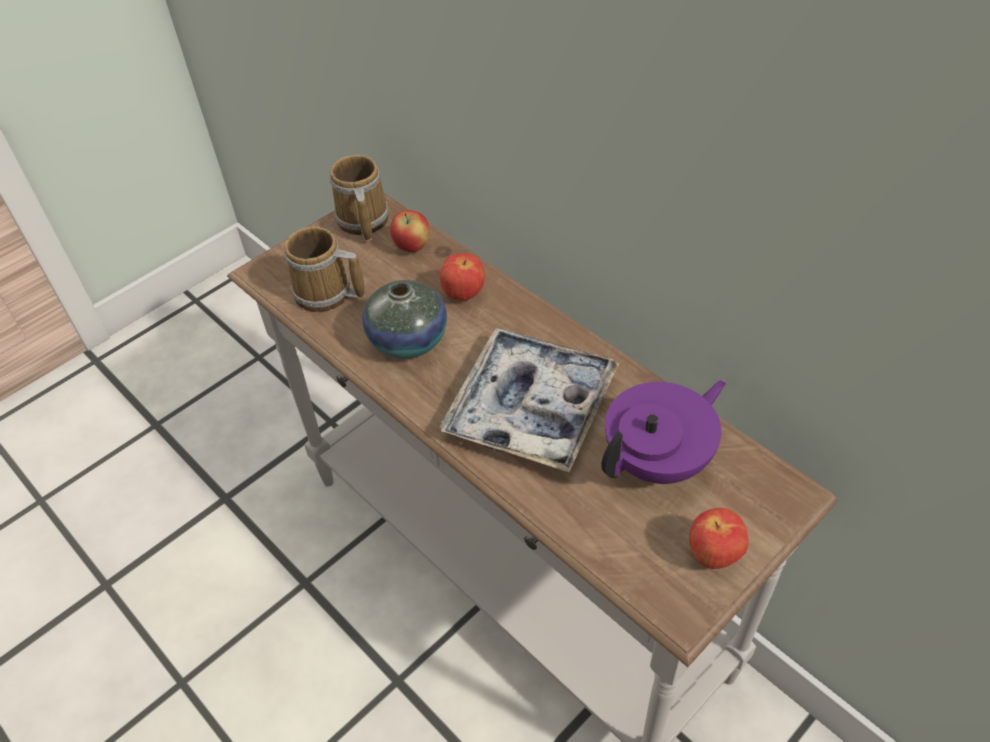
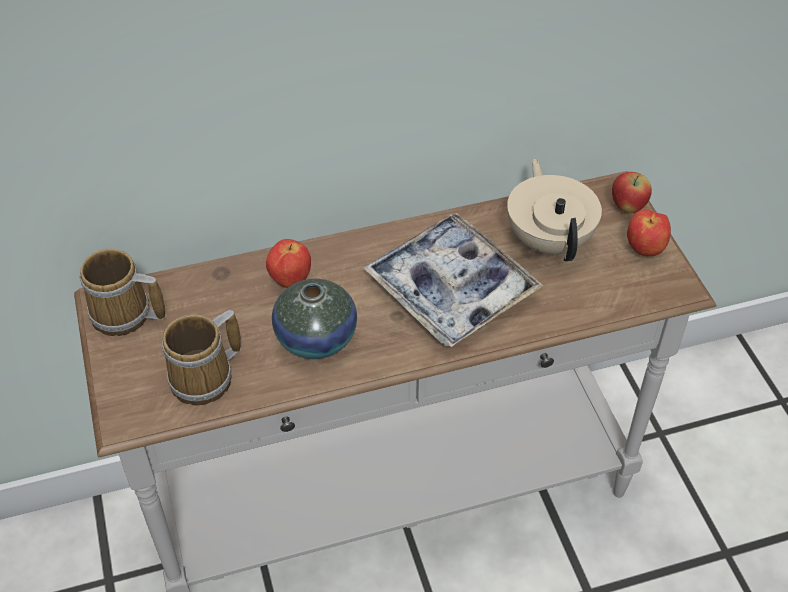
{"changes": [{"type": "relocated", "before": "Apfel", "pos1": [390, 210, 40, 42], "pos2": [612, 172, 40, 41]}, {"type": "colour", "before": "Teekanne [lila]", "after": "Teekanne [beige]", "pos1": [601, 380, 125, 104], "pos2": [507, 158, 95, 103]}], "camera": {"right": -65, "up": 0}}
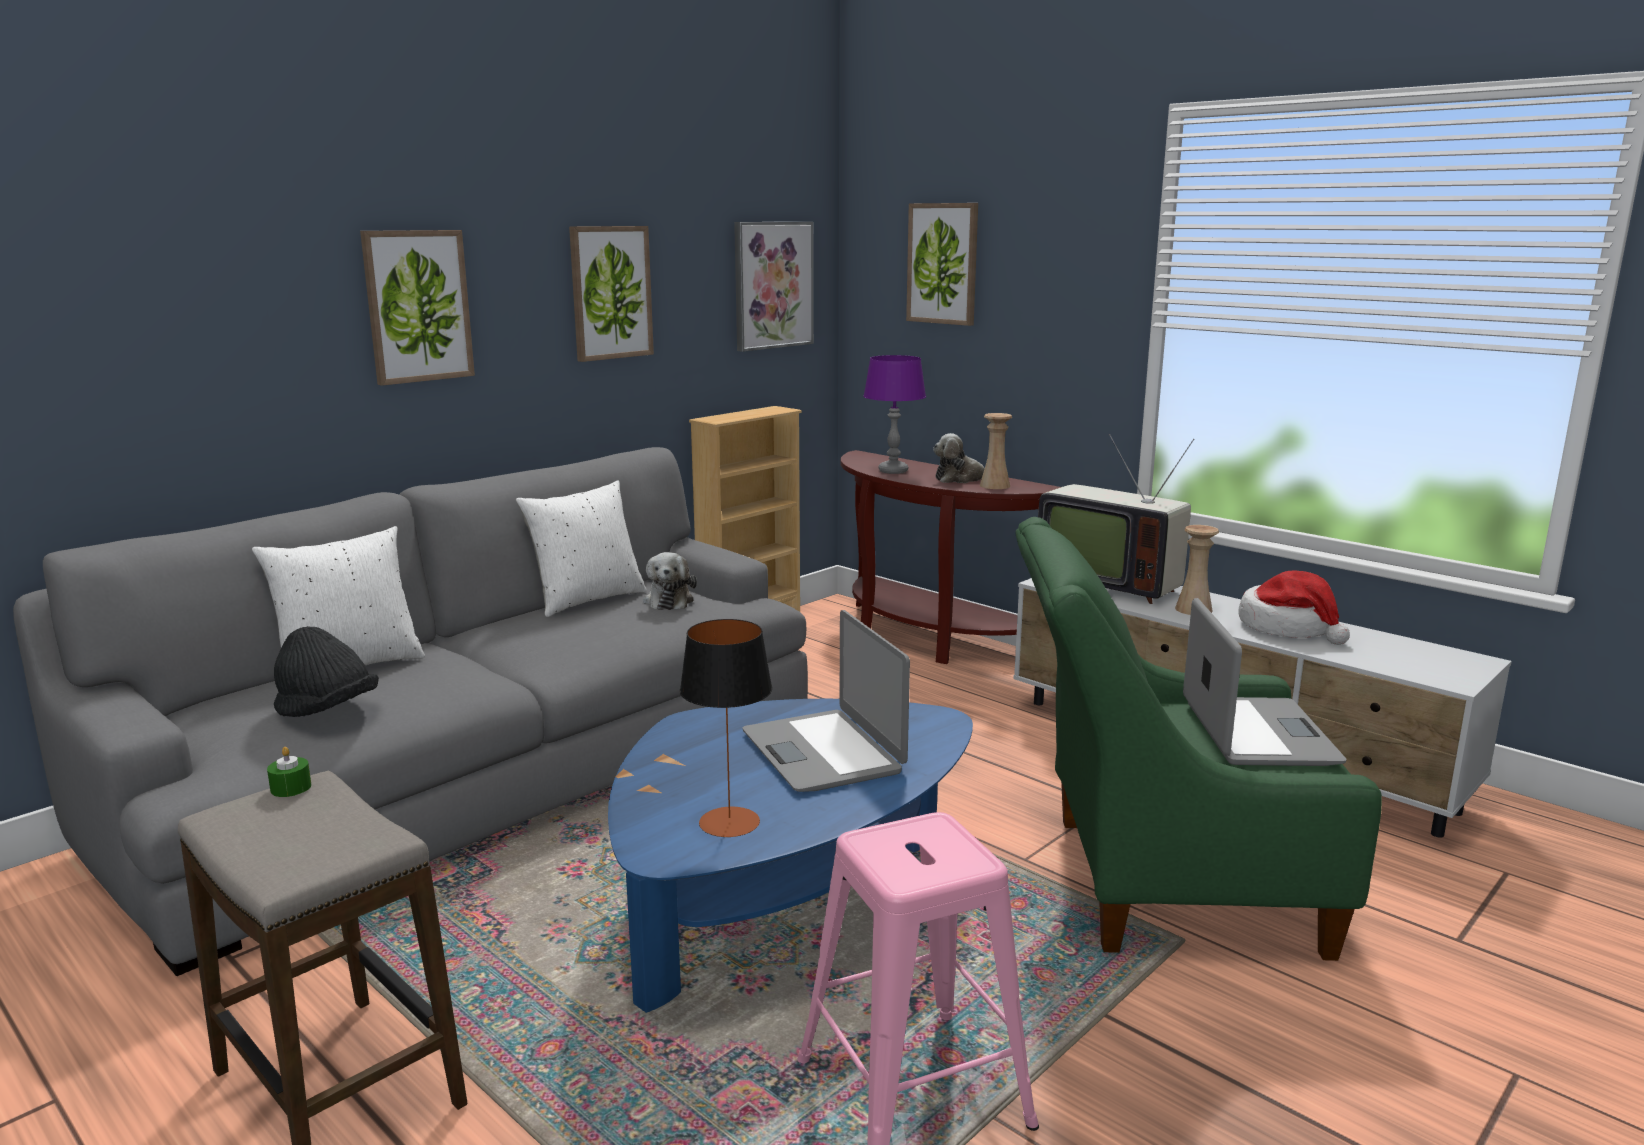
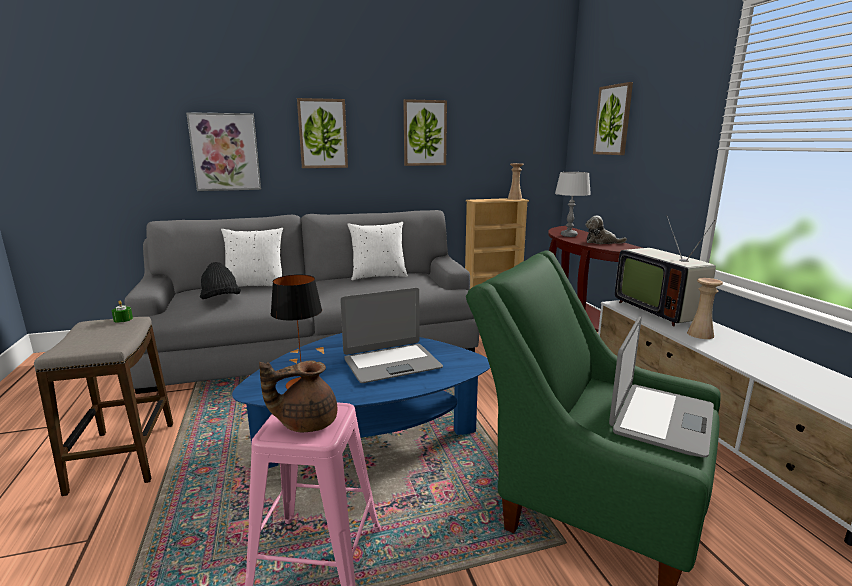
{"changes": [{"type": "relocated", "before": "Bild", "pos1": [734, 222, 80, 130], "pos2": [186, 112, 75, 79]}, {"type": "colour", "before": "Tischlampe [lila]", "after": "Tischlampe [grau]", "pos1": [863, 355, 63, 119], "pos2": [555, 172, 36, 65]}, {"type": "relocated", "before": "Vase [beige]", "pos1": [980, 413, 32, 76], "pos2": [508, 163, 16, 37]}, {"type": "missing", "before": "Plüschtier", "pos1": [643, 552, 54, 58]}, {"type": "missing", "before": "Hut", "pos1": [1238, 570, 112, 75]}, {"type": "spun", "before": "Laptop", "pos1": [742, 610, 168, 182], "pos2": [340, 288, 103, 95], "turn": -120}, {"type": "appeared", "after": "Teekanne [braun]", "pos2": [259, 361, 78, 71]}], "camera": {"right": 30, "up": 0}}
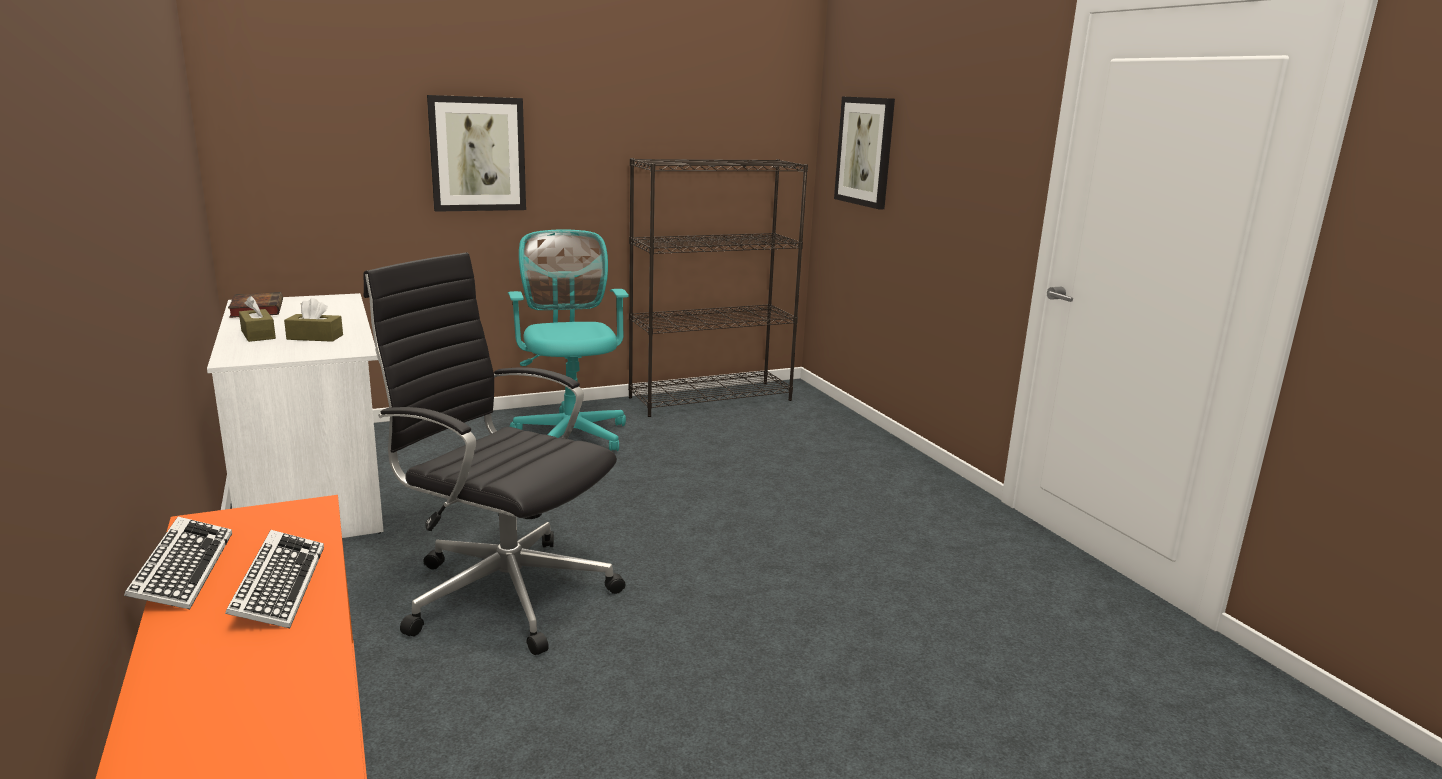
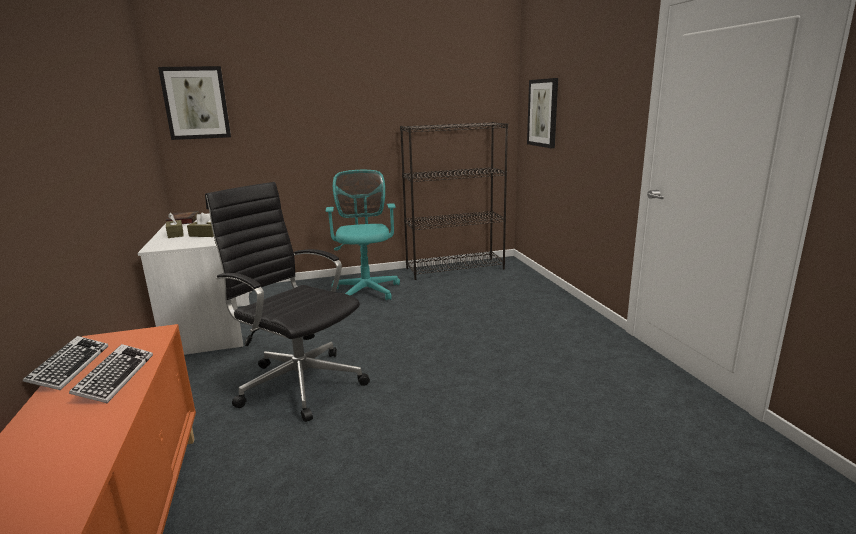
{"changes": [{"type": "relocated", "before": "Bild", "pos1": [427, 95, 99, 117], "pos2": [158, 66, 73, 74]}], "camera": {"right": 10, "up": 0}}
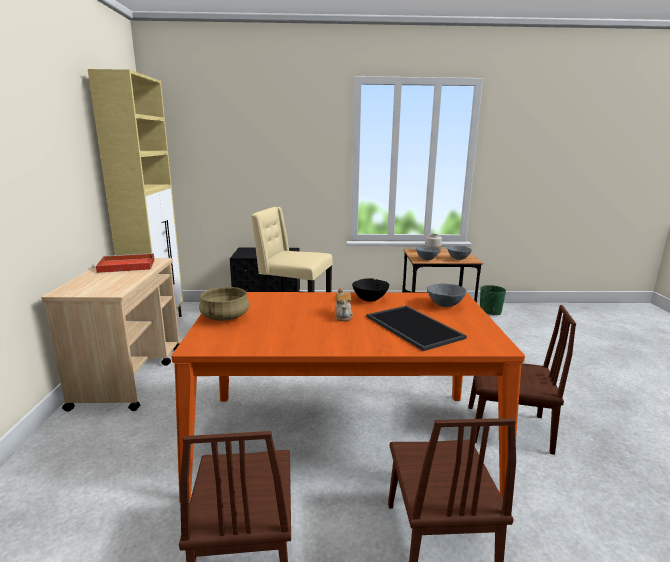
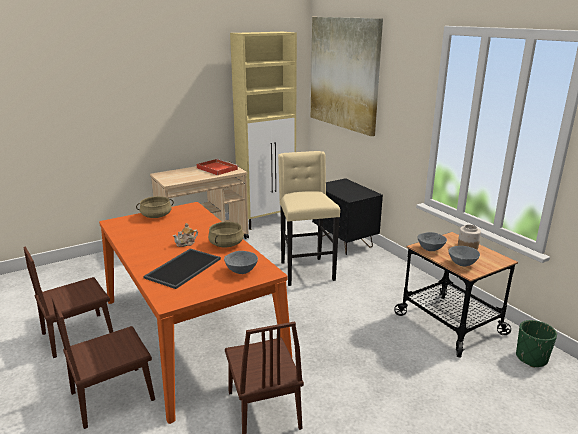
{"changes": [{"type": "exchanged", "before": "Schüssel [schwarz]", "after": "Kochtopf [beige]", "pos1": [352, 278, 37, 24], "pos2": [208, 222, 36, 25]}, {"type": "appeared", "after": "Bild", "pos2": [311, 17, 72, 119]}], "camera": {"right": 60, "up": 5}}
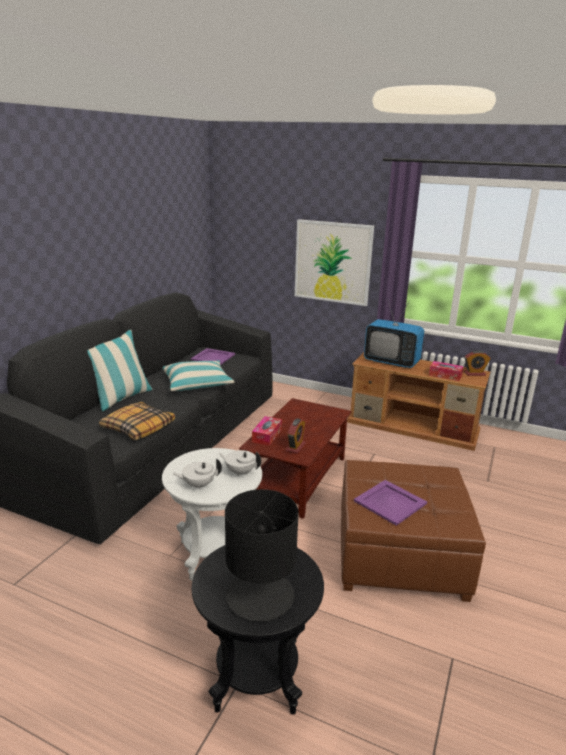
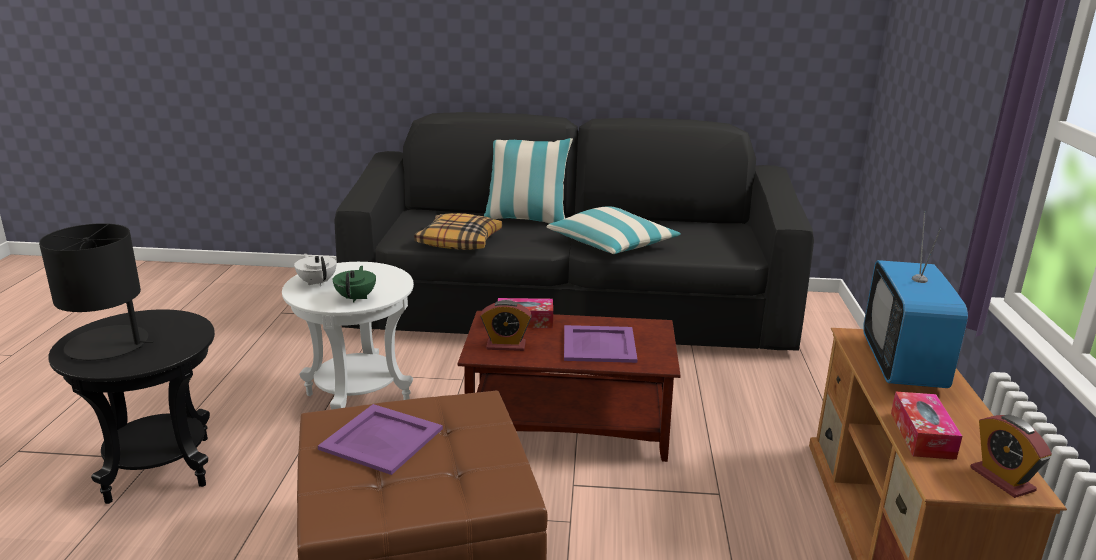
{"changes": [{"type": "missing", "before": "Bild", "pos1": [295, 219, 79, 87]}, {"type": "relocated", "before": "Tablett [lila]", "pos1": [191, 348, 44, 17], "pos2": [564, 325, 74, 38]}, {"type": "colour", "before": "Teekanne [weiß]", "after": "Teekanne [grün]", "pos1": [218, 450, 43, 26], "pos2": [333, 266, 43, 37]}], "camera": {"right": 70, "up": 0}}
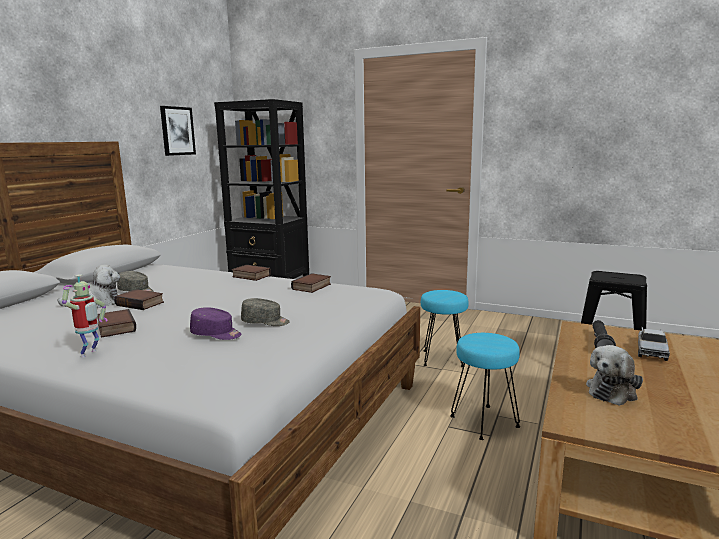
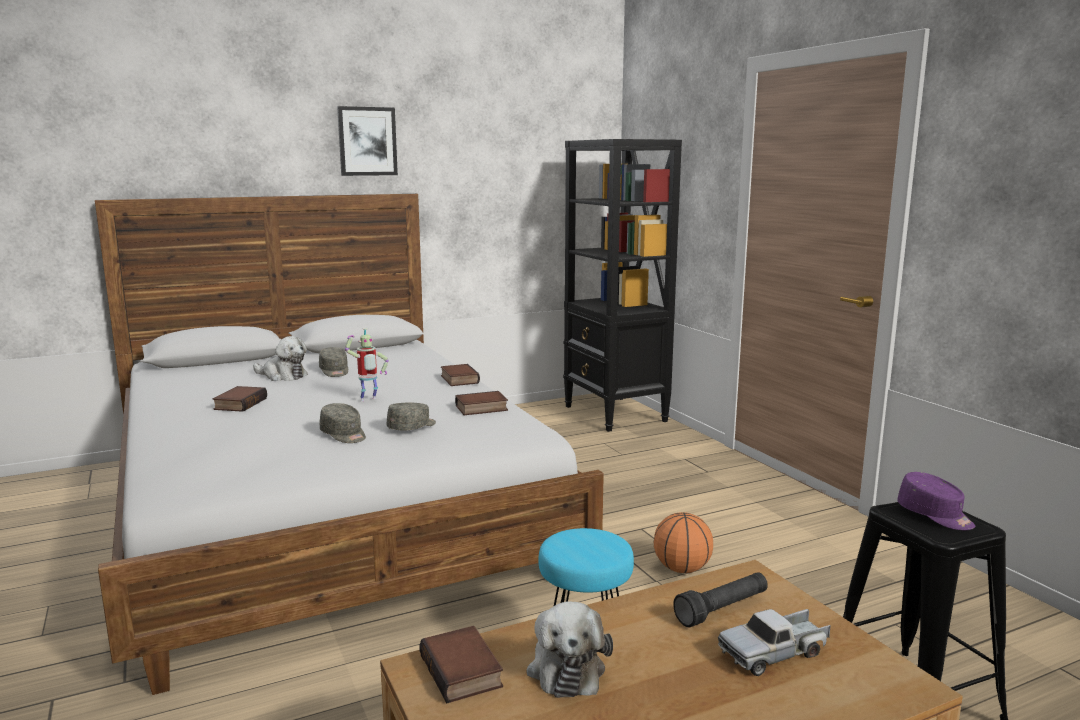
{"changes": [{"type": "relocated", "before": "Bild", "pos1": [160, 106, 36, 50], "pos2": [337, 106, 61, 70]}, {"type": "relocated", "before": "Spielzeugroboter", "pos1": [62, 274, 45, 84], "pos2": [345, 328, 44, 73]}, {"type": "relocated", "before": "Buch", "pos1": [114, 289, 50, 21], "pos2": [419, 626, 84, 78]}, {"type": "exchanged", "before": "Hocker [türkis]", "after": "Basketball", "pos1": [421, 290, 48, 77], "pos2": [654, 512, 59, 61]}, {"type": "relocated", "before": "Kappe [lila]", "pos1": [190, 307, 52, 33], "pos2": [898, 472, 77, 58]}, {"type": "spun", "before": "Plüschtier", "pos1": [586, 345, 57, 61], "pos2": [526, 602, 87, 96], "turn": -90}, {"type": "appeared", "after": "Kappe [grau]", "pos2": [387, 403, 49, 27]}], "camera": {"right": 40, "up": 0}}
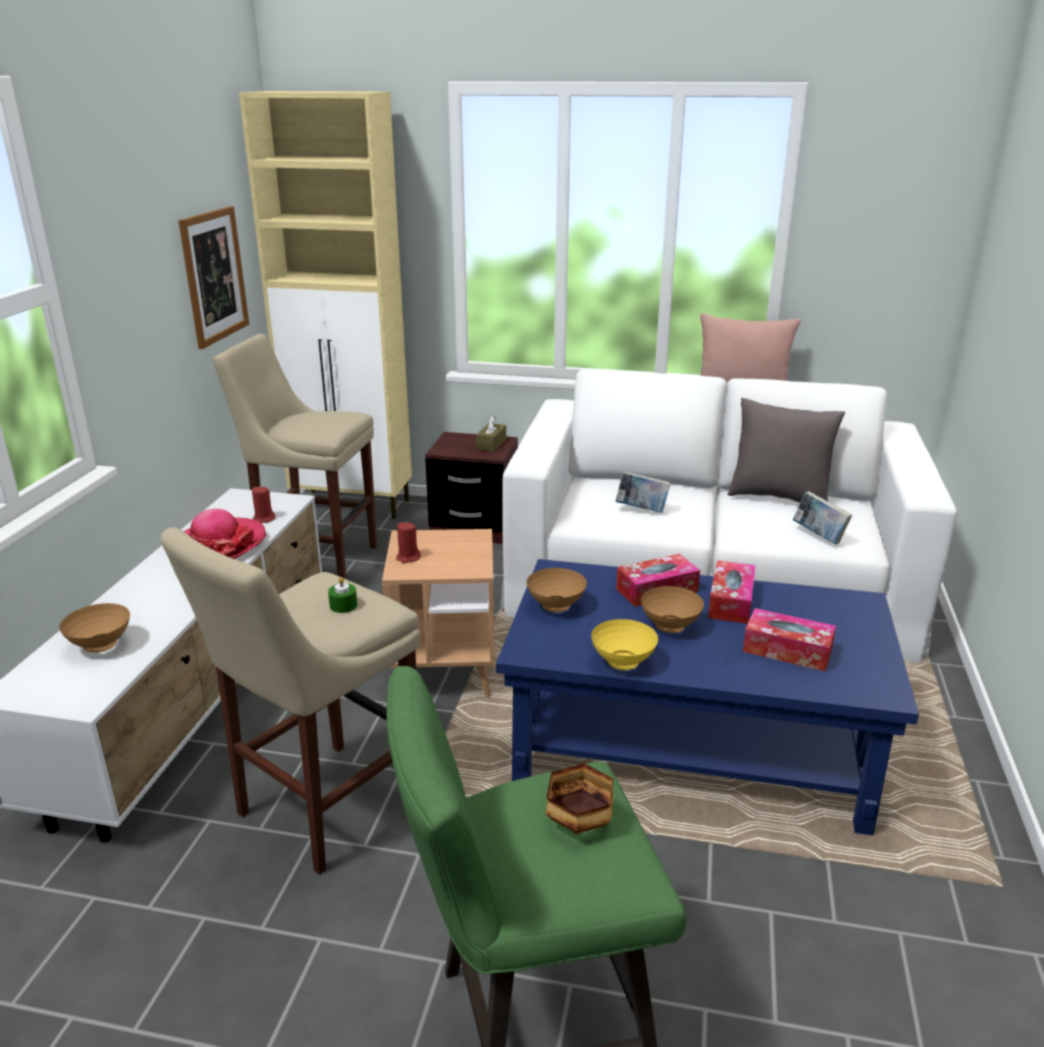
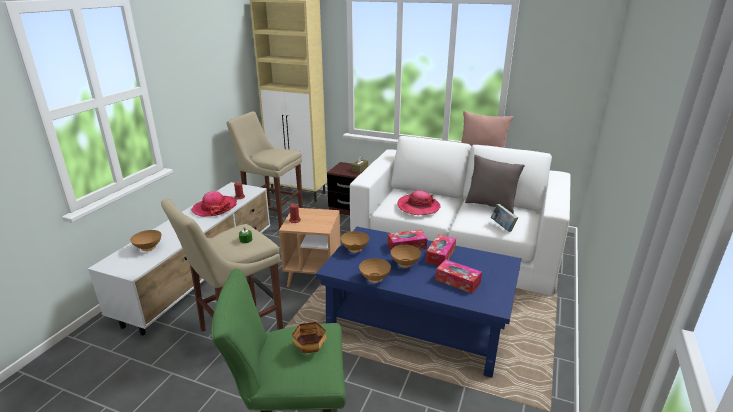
{"changes": [{"type": "missing", "before": "Bild", "pos1": [179, 206, 70, 143]}, {"type": "exchanged", "before": "Buch", "after": "Hut", "pos1": [616, 471, 54, 42], "pos2": [397, 190, 43, 25]}, {"type": "colour", "before": "Schüssel [gelb]", "after": "Schüssel [braun]", "pos1": [591, 619, 67, 51], "pos2": [359, 258, 32, 25]}], "camera": {"right": 10, "up": 0}}
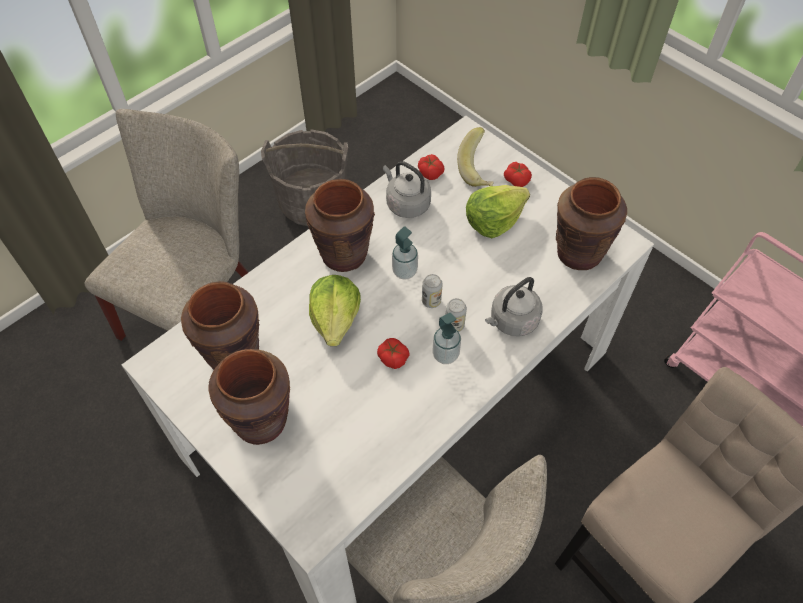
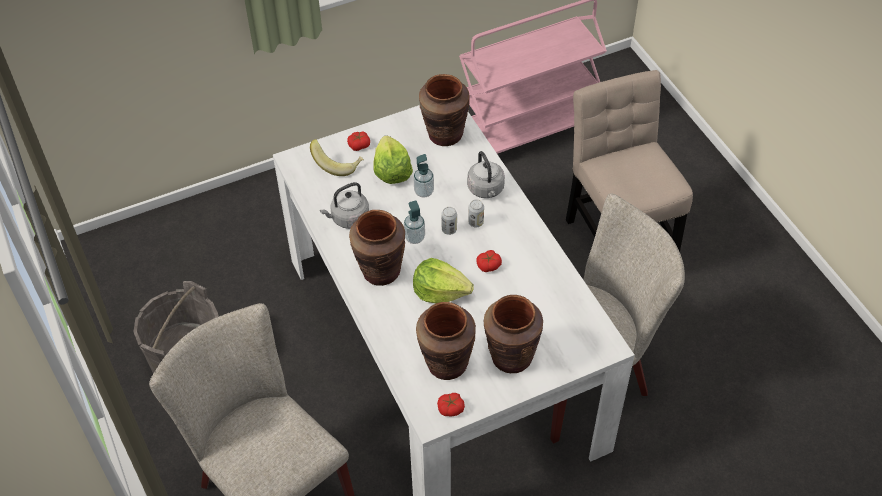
{"changes": [{"type": "relocated", "before": "Tomate", "pos1": [418, 154, 26, 26], "pos2": [437, 393, 28, 24]}, {"type": "relocated", "before": "Seifenspender", "pos1": [432, 313, 29, 51], "pos2": [414, 154, 20, 43]}], "camera": {"right": -70, "up": -5}}
